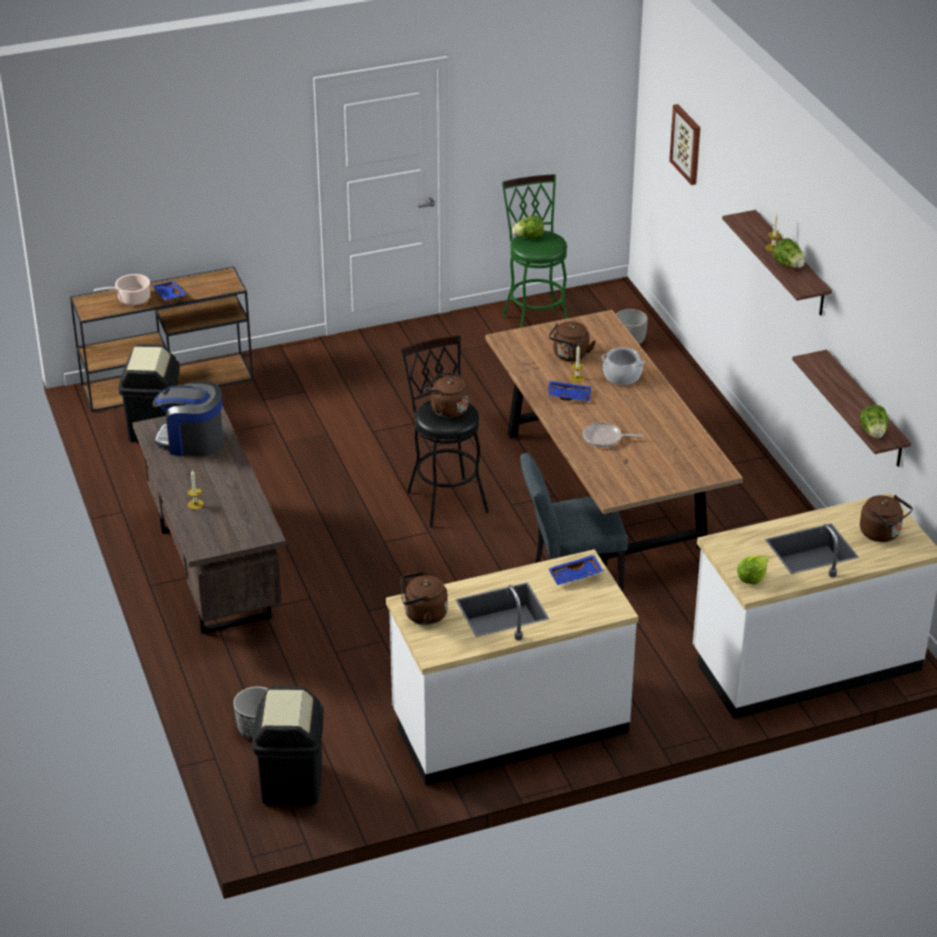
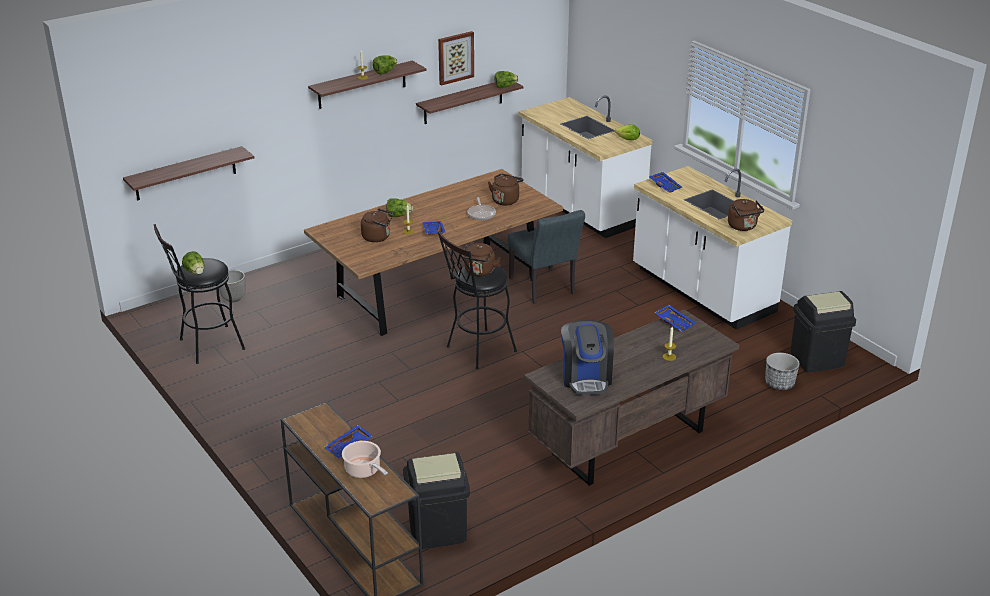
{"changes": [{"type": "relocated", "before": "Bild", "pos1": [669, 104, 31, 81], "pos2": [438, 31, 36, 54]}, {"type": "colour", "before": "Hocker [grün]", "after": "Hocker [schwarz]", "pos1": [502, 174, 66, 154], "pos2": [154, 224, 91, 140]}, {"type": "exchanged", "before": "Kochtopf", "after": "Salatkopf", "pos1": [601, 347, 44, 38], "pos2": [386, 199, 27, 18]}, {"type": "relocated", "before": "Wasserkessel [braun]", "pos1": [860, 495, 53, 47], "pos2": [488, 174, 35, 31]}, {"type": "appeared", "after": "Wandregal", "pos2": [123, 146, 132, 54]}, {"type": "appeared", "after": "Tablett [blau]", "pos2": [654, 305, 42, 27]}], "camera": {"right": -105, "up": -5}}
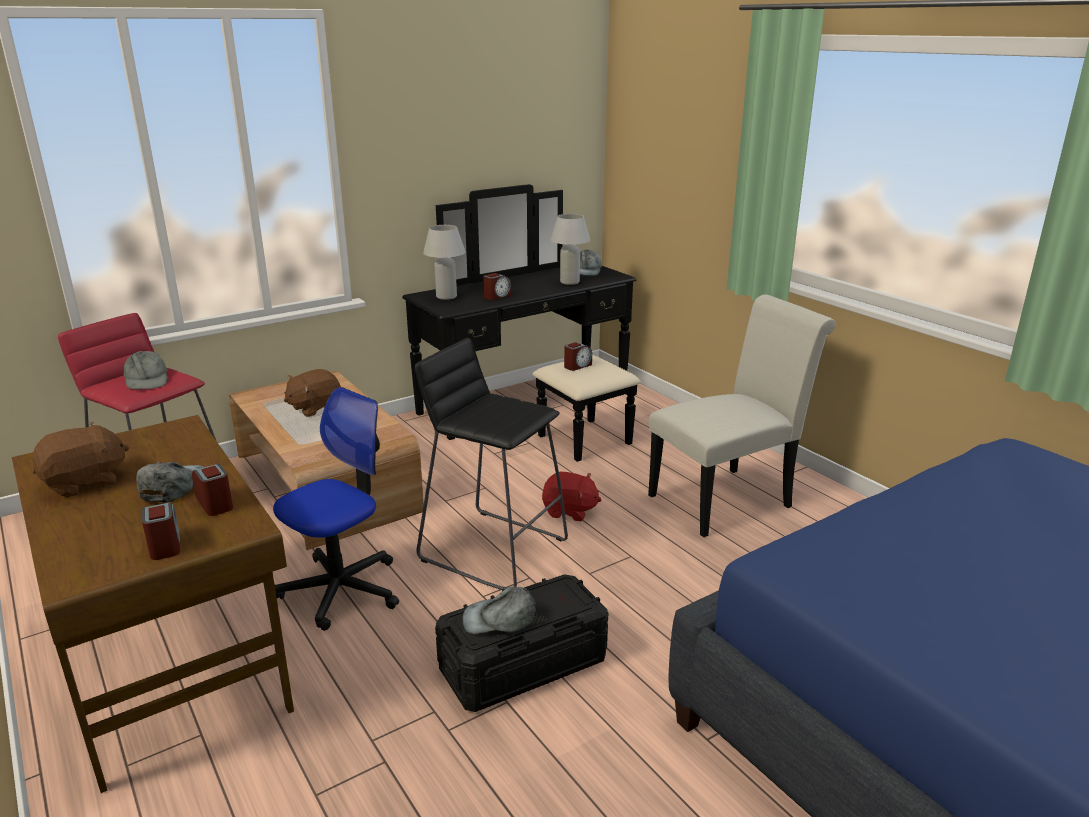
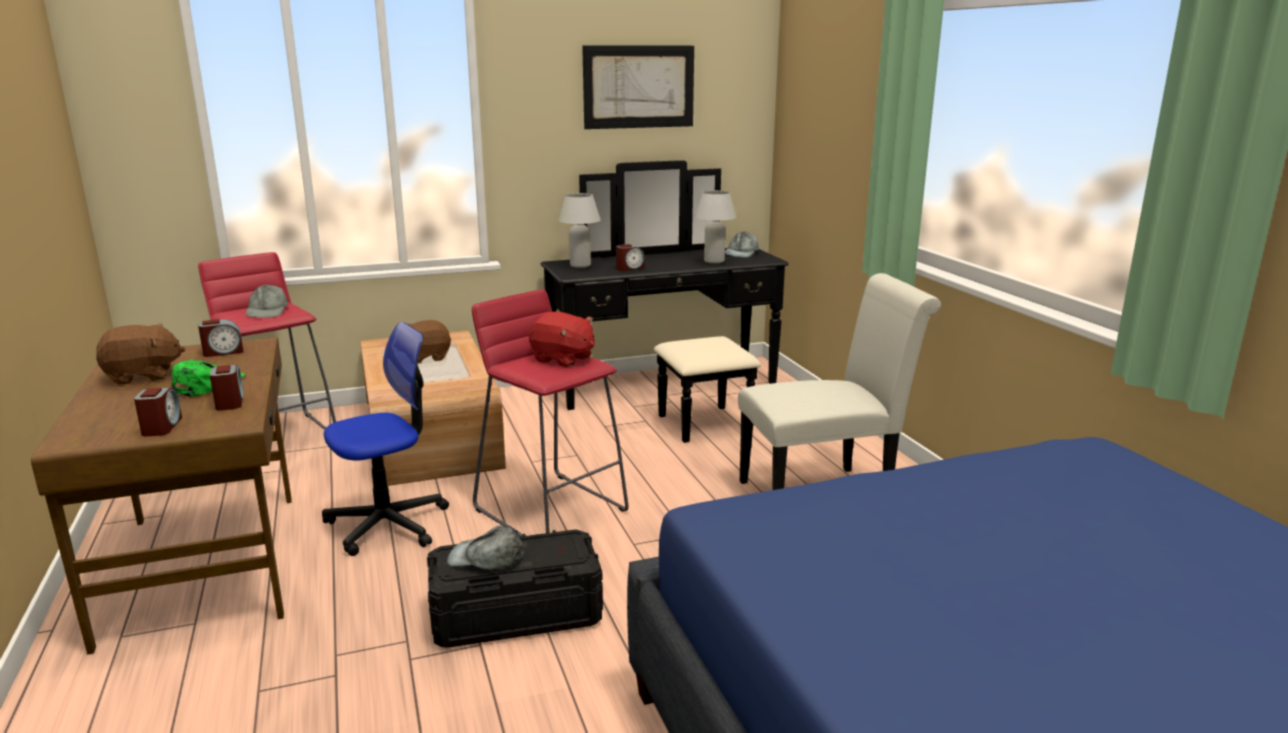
{"changes": [{"type": "colour", "before": "Hocker [schwarz]", "after": "Hocker [rot]", "pos1": [415, 338, 153, 253], "pos2": [472, 289, 157, 247]}, {"type": "relocated", "before": "Wecker", "pos1": [564, 342, 28, 29], "pos2": [198, 319, 46, 38]}, {"type": "colour", "before": "Kappe [grau]", "after": "Kappe [grün]", "pos1": [136, 462, 68, 41], "pos2": [172, 359, 74, 38]}, {"type": "relocated", "before": "Plüschtier [rot]", "pos1": [542, 471, 59, 50], "pos2": [529, 312, 66, 55]}, {"type": "appeared", "after": "Bild", "pos2": [582, 45, 112, 84]}], "camera": {"right": 15, "up": -5}}
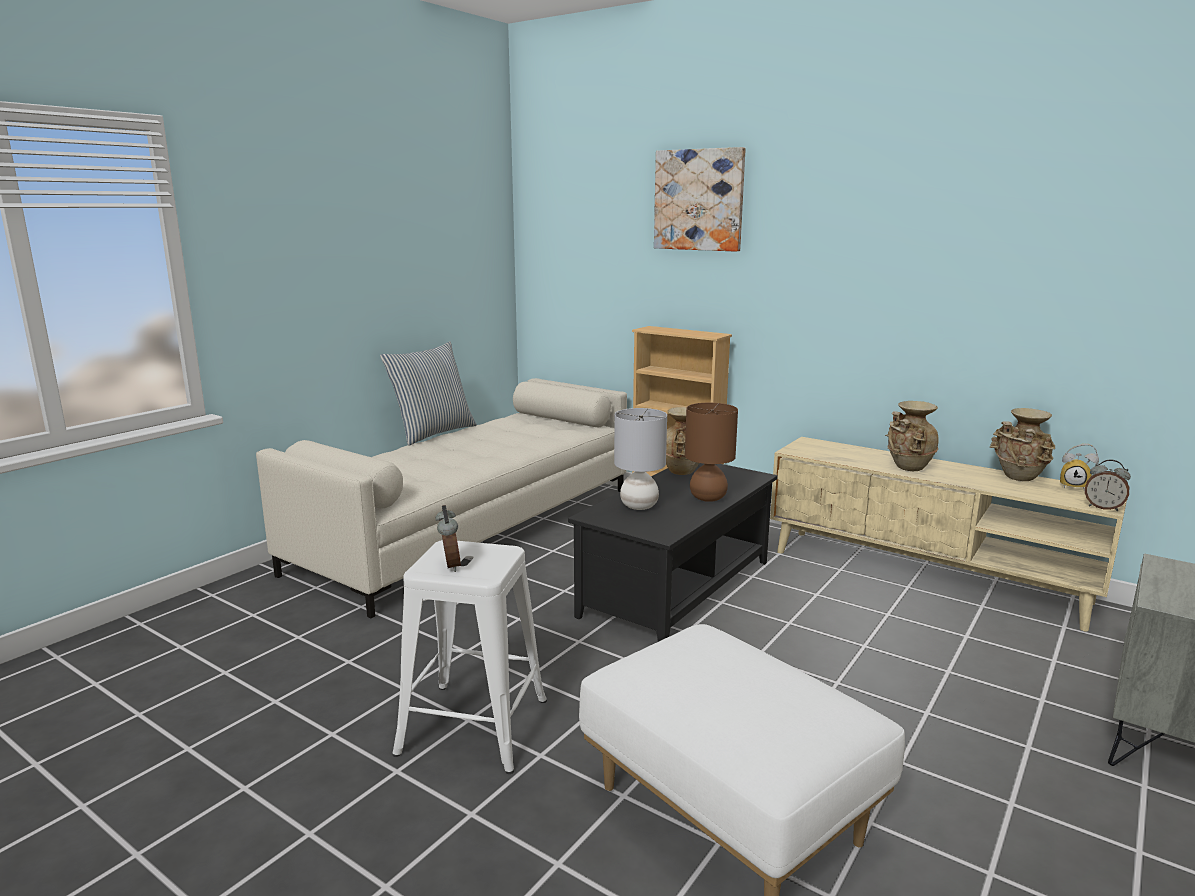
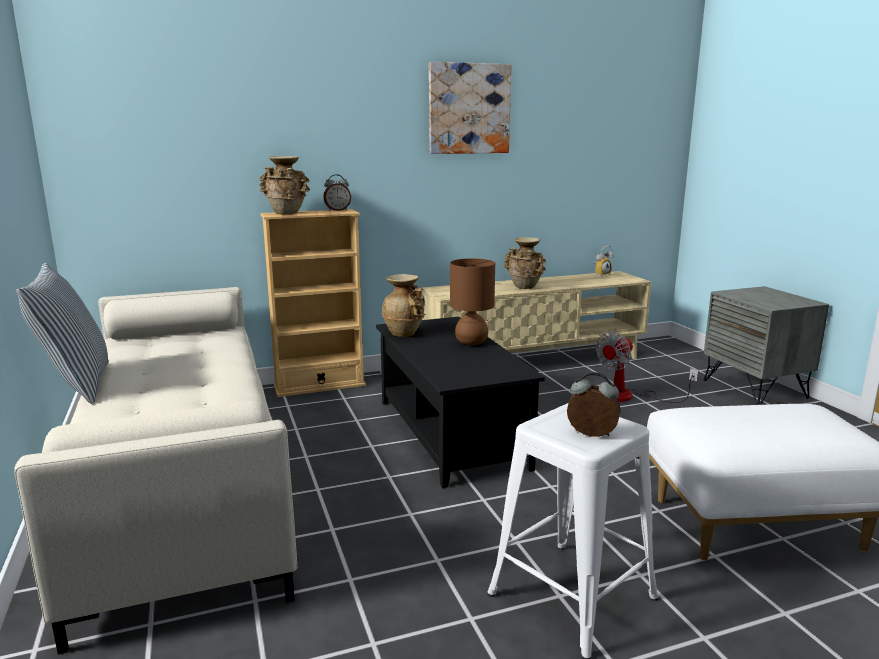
{"changes": [{"type": "relocated", "before": "Bild", "pos1": [654, 147, 92, 105], "pos2": [429, 62, 83, 92]}, {"type": "missing", "before": "Tischlampe [grau]", "pos1": [614, 408, 53, 102]}, {"type": "relocated", "before": "Vase [beige]", "pos1": [990, 408, 65, 73], "pos2": [259, 156, 51, 58]}, {"type": "relocated", "before": "Wecker", "pos1": [1085, 460, 46, 51], "pos2": [323, 174, 28, 37]}, {"type": "appeared", "after": "Ventilator", "pos2": [596, 331, 102, 72]}], "camera": {"right": -55, "up": 0}}
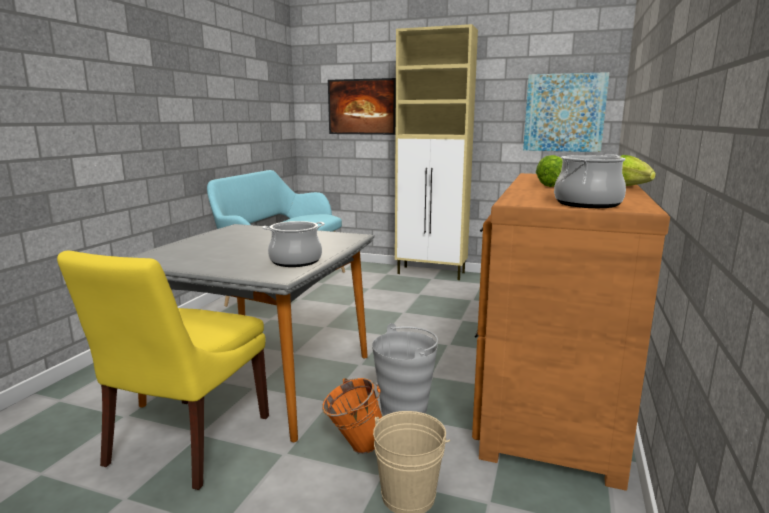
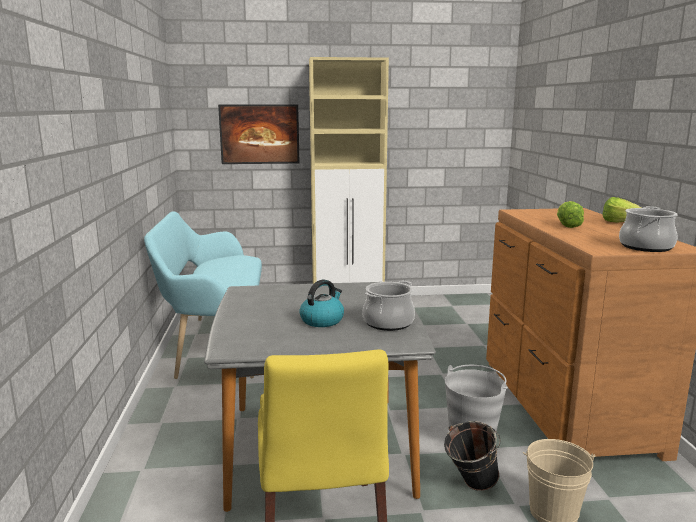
{"changes": [{"type": "missing", "before": "Bild", "pos1": [523, 72, 86, 80]}, {"type": "colour", "before": "Eimer [orange]", "after": "Eimer [schwarz]", "pos1": [322, 378, 60, 76], "pos2": [444, 421, 57, 70]}, {"type": "appeared", "after": "Wasserkessel", "pos2": [299, 280, 45, 47]}], "camera": {"right": -25, "up": 0}}
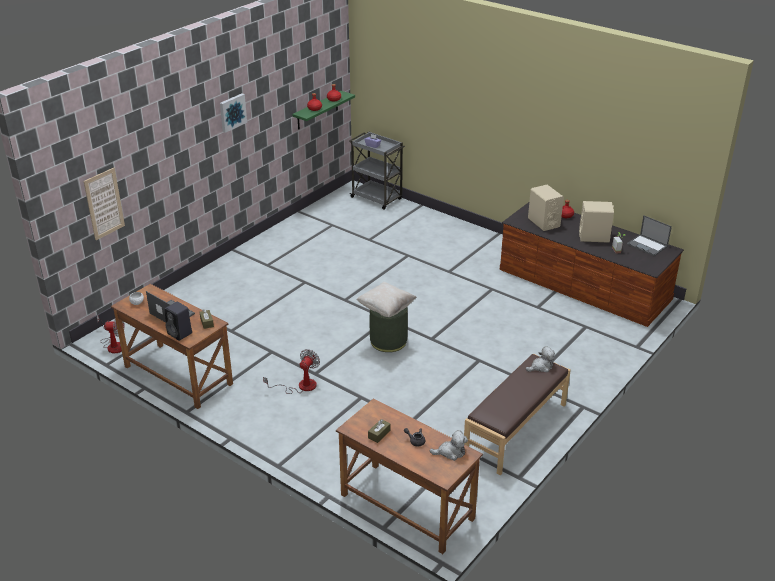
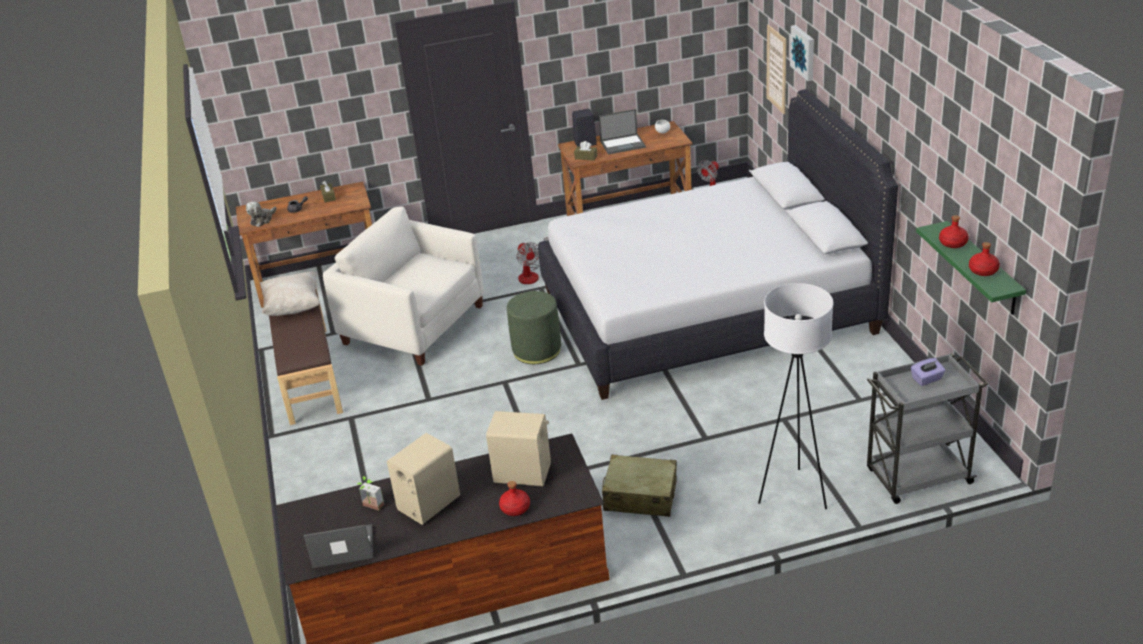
{"changes": [{"type": "relocated", "before": "Bild", "pos1": [220, 93, 27, 40], "pos2": [790, 25, 24, 56]}, {"type": "relocated", "before": "Kissen [beige]", "pos1": [356, 282, 61, 35], "pos2": [261, 272, 59, 44]}, {"type": "missing", "before": "Plüschtier", "pos1": [526, 346, 29, 26]}, {"type": "appeared", "after": "Bett [weiß]", "pos2": [538, 89, 360, 311]}, {"type": "appeared", "after": "Sessel [weiß]", "pos2": [323, 207, 161, 159]}, {"type": "appeared", "after": "Stehlampe [weiß]", "pos2": [758, 283, 75, 226]}, {"type": "appeared", "after": "Koffer [beige]", "pos2": [602, 455, 75, 62]}], "camera": {"right": 130, "up": 0}}
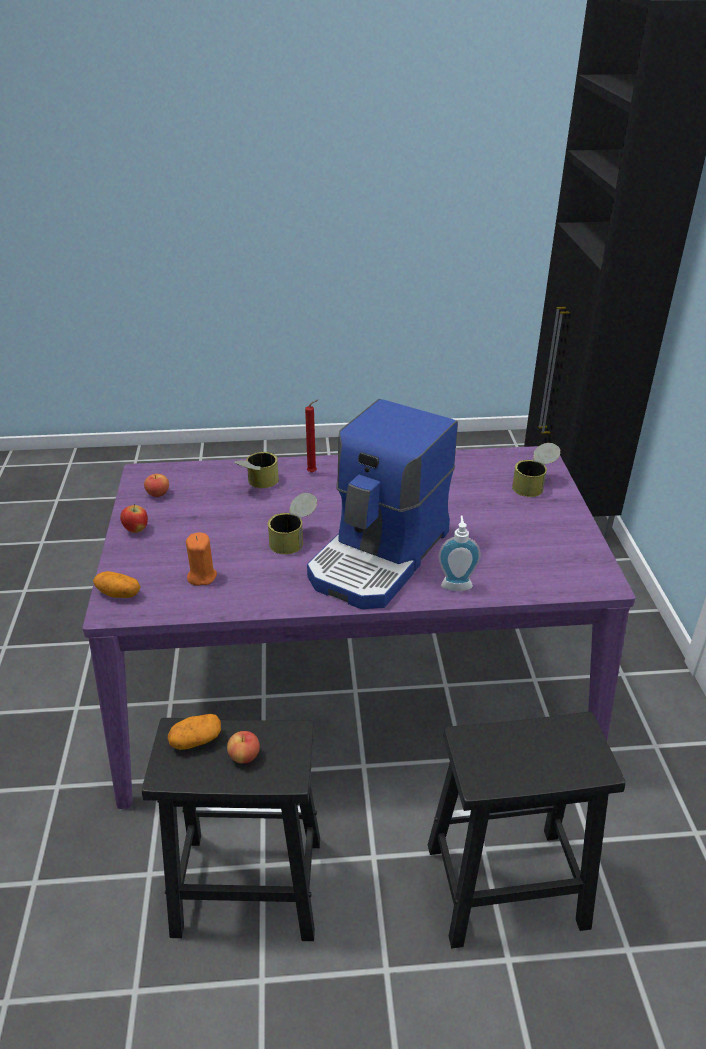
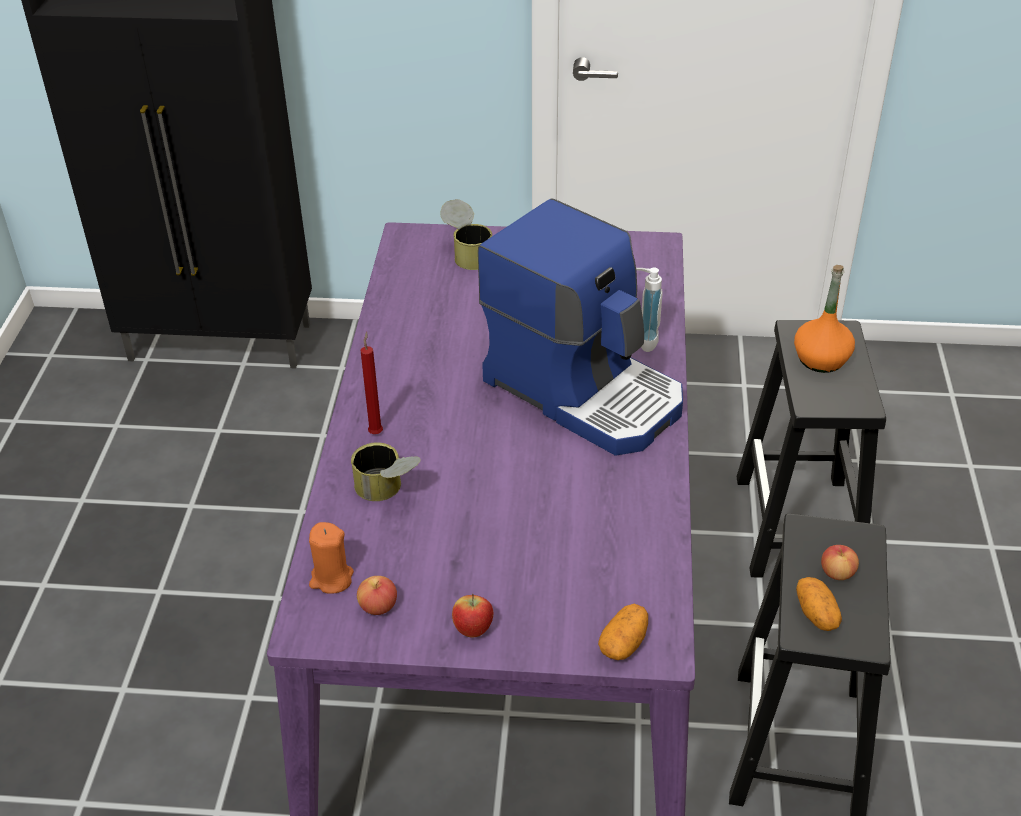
{"changes": [{"type": "missing", "before": "Dose", "pos1": [268, 493, 49, 62]}, {"type": "relocated", "before": "Kerze [orange]", "pos1": [186, 532, 31, 54], "pos2": [309, 522, 45, 72]}, {"type": "appeared", "after": "Flasche [orange]", "pos2": [794, 265, 61, 108]}], "camera": {"right": -80, "up": 5}}
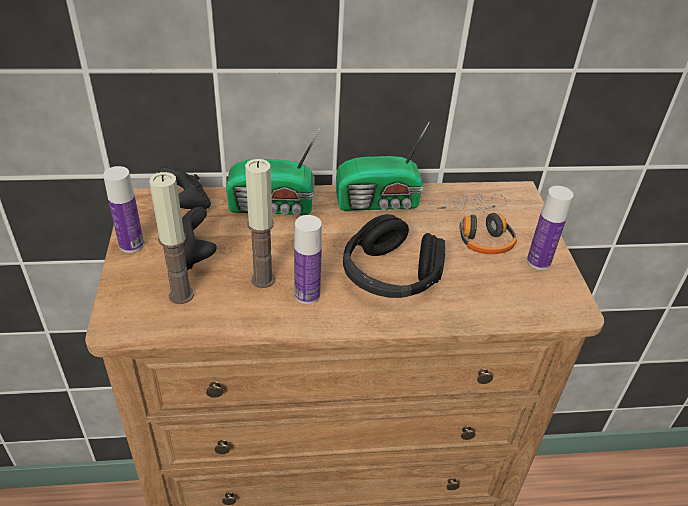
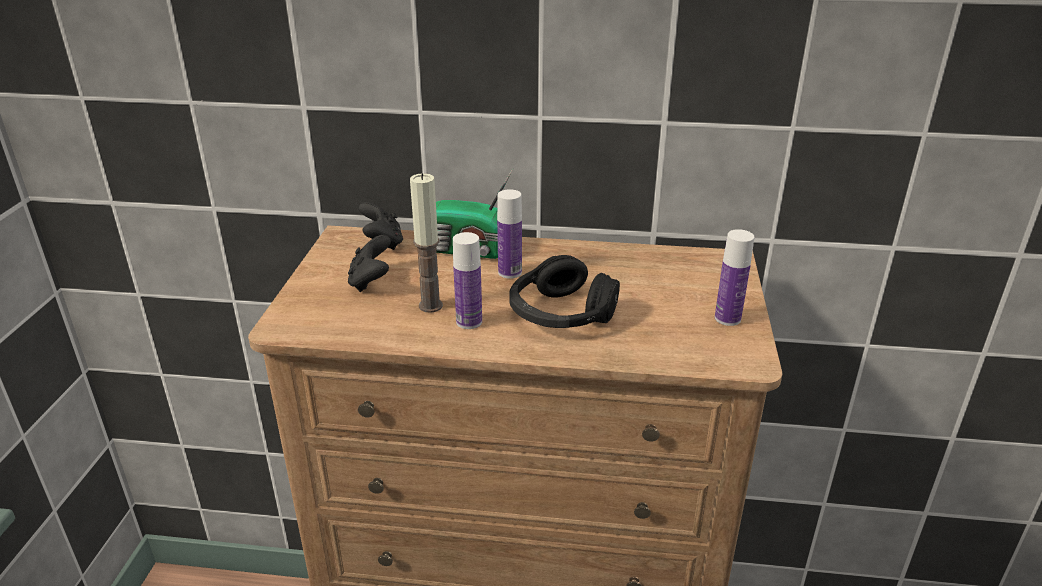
{"changes": [{"type": "missing", "before": "Radio", "pos1": [336, 123, 93, 88]}, {"type": "relocated", "before": "Flasche", "pos1": [103, 166, 41, 87], "pos2": [497, 189, 25, 90]}, {"type": "missing", "before": "Kerze", "pos1": [149, 172, 45, 132]}, {"type": "missing", "before": "Kopfhörer", "pos1": [437, 193, 80, 61]}], "camera": {"right": 15, "up": -10}}
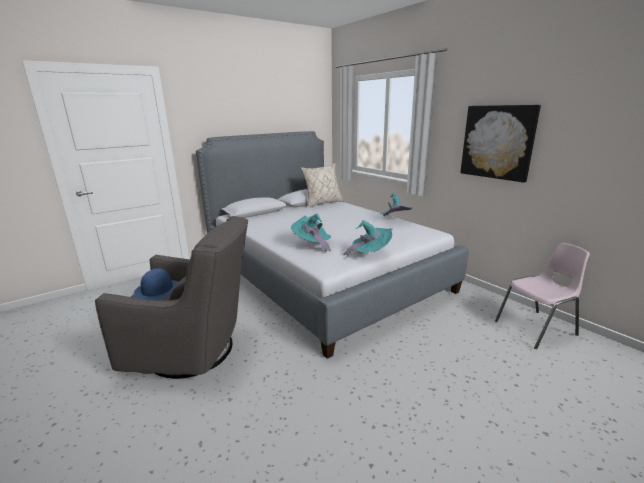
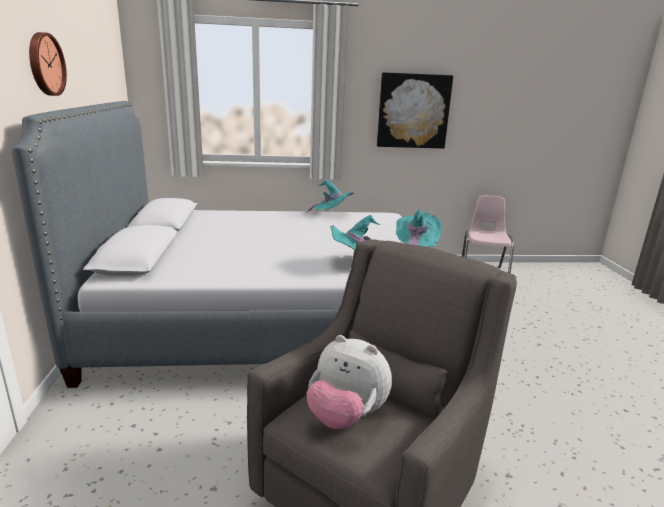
{"changes": [{"type": "missing", "before": "Kissen [beige]", "pos1": [300, 163, 44, 44]}, {"type": "exchanged", "before": "Hut [blau]", "after": "Plüschtier", "pos1": [134, 268, 45, 32], "pos2": [307, 335, 85, 94]}, {"type": "appeared", "after": "Wanduhr", "pos2": [29, 32, 38, 64]}], "camera": {"right": -60, "up": 0}}
